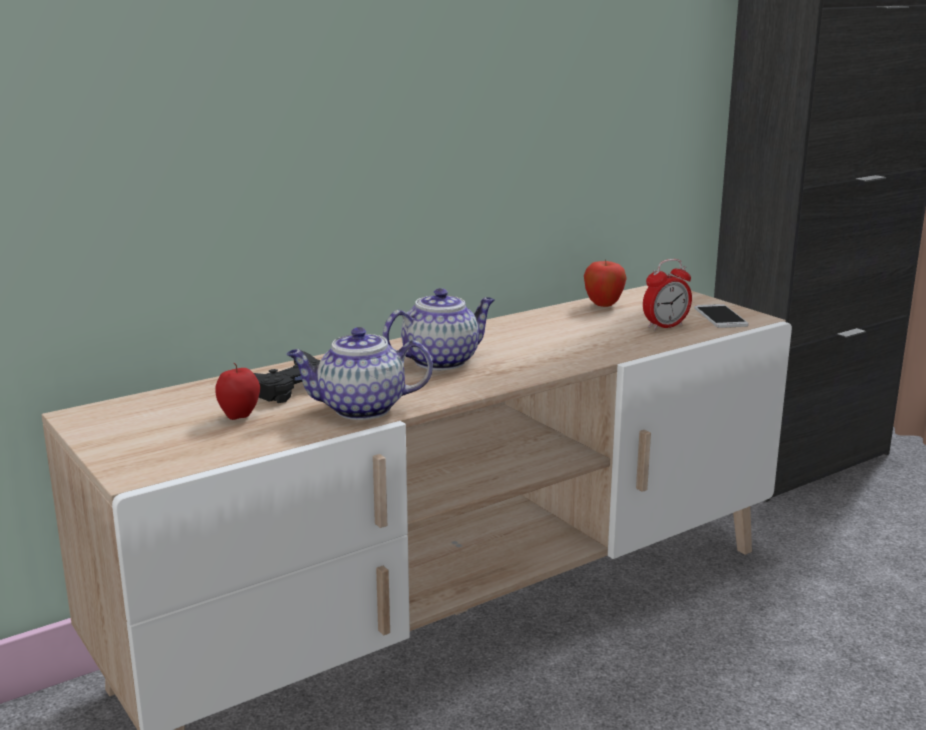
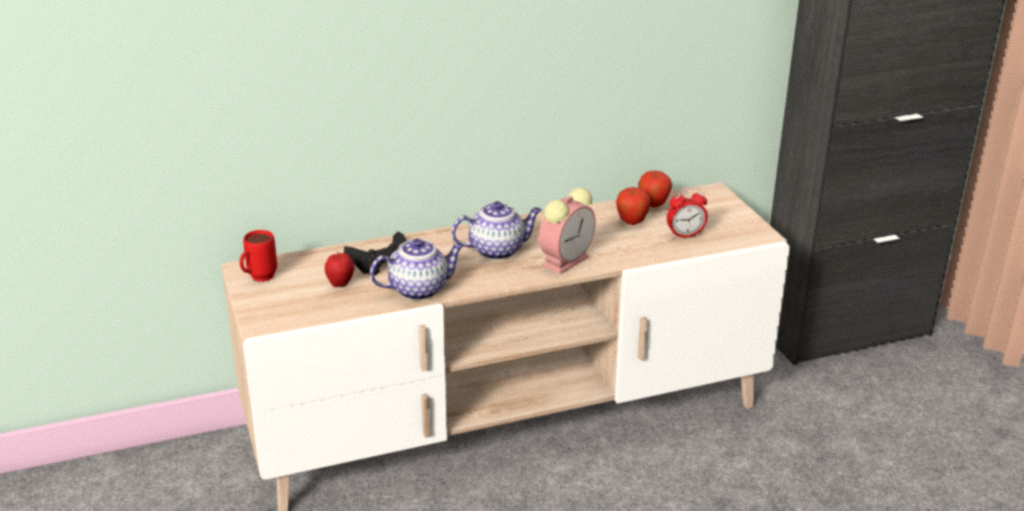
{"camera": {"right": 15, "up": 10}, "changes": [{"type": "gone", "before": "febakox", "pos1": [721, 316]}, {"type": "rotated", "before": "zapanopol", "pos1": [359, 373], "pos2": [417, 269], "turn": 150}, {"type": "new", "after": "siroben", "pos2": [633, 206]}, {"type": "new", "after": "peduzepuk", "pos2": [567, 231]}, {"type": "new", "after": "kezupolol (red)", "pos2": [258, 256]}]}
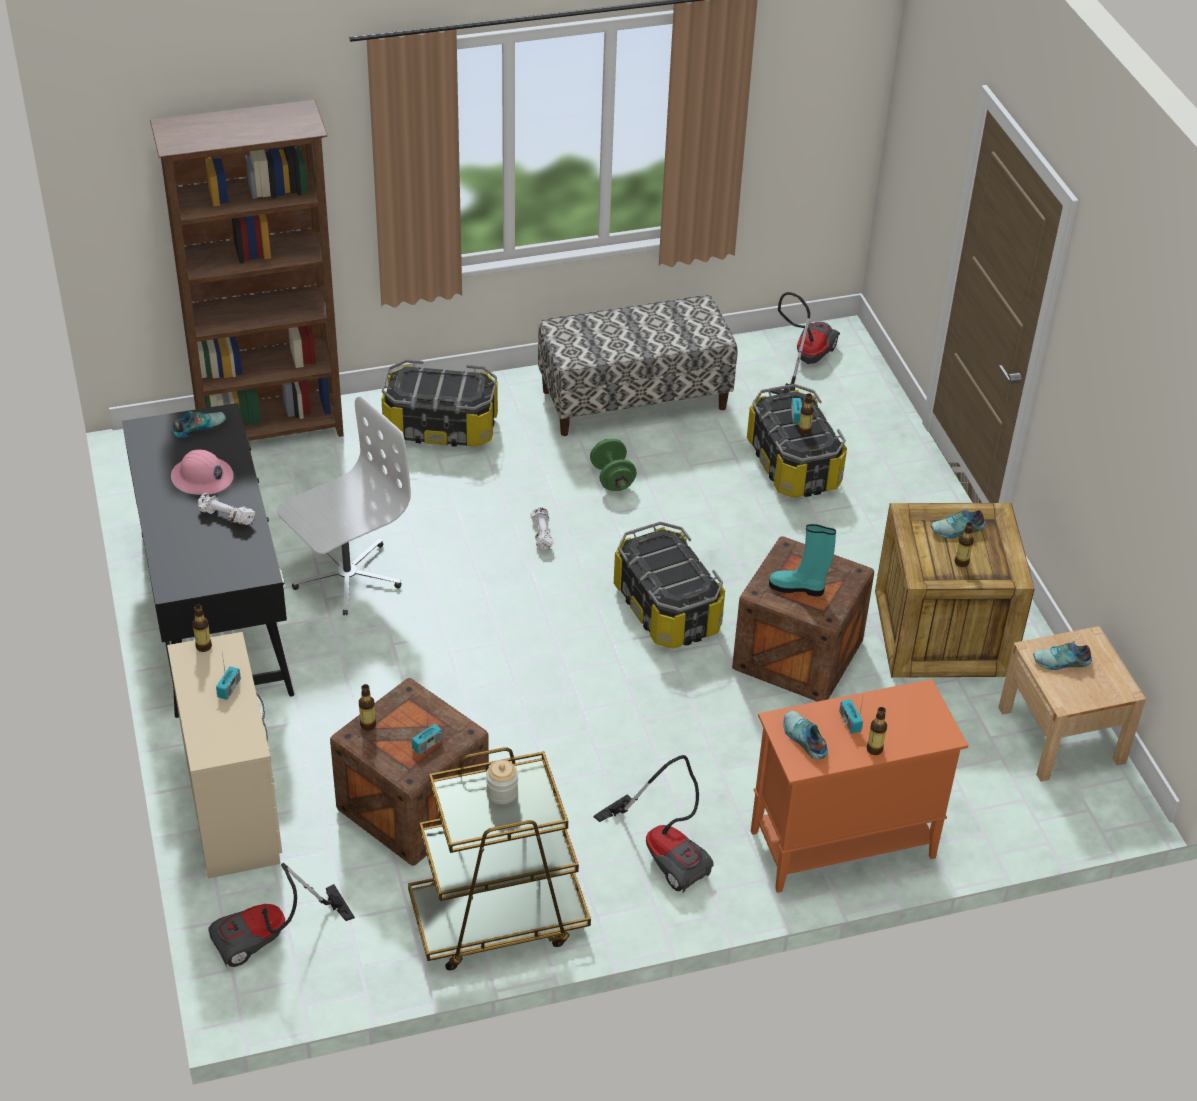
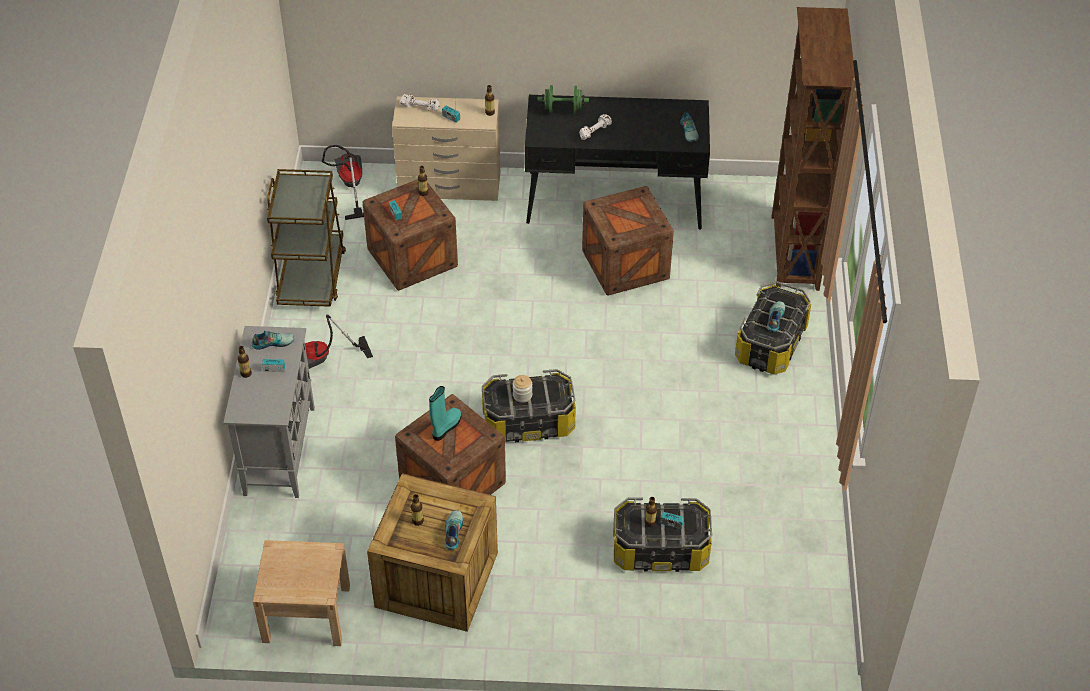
{"camera": {"right": 110, "up": 5}, "changes": [{"type": "gone", "before": "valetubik", "pos1": [805, 343]}, {"type": "gone", "before": "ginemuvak", "pos1": [638, 365]}, {"type": "swapped", "before": "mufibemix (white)", "after": "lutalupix", "pos1": [344, 505], "pos2": [628, 240]}, {"type": "shifted", "before": "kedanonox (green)", "pos1": [613, 465], "pos2": [563, 99]}, {"type": "gone", "before": "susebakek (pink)", "pos1": [202, 472]}, {"type": "shifted", "before": "kedanonox (white)", "pos1": [542, 529], "pos2": [420, 102]}, {"type": "shifted", "before": "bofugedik", "pos1": [1062, 655], "pos2": [776, 316]}, {"type": "repainted", "before": "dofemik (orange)", "after": "dofemik (grey)", "pos1": [859, 786], "pos2": [269, 412]}, {"type": "shifted", "before": "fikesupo", "pos1": [502, 782], "pos2": [522, 389]}]}
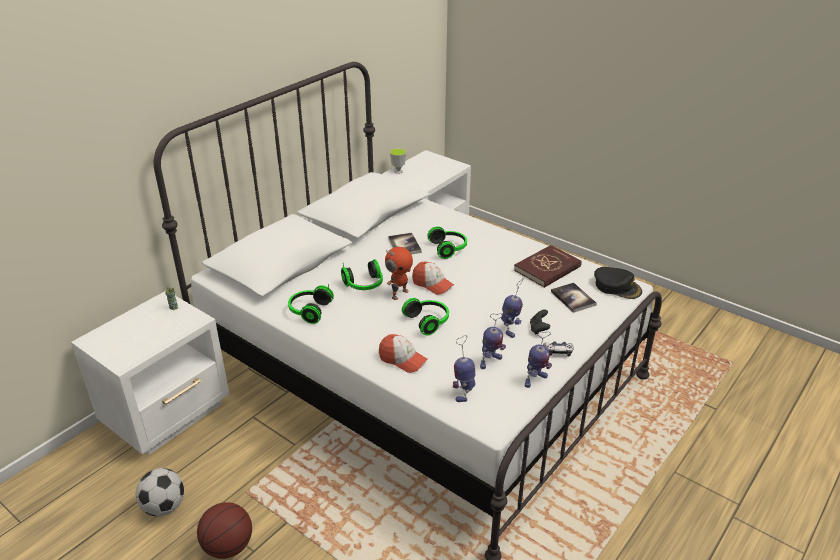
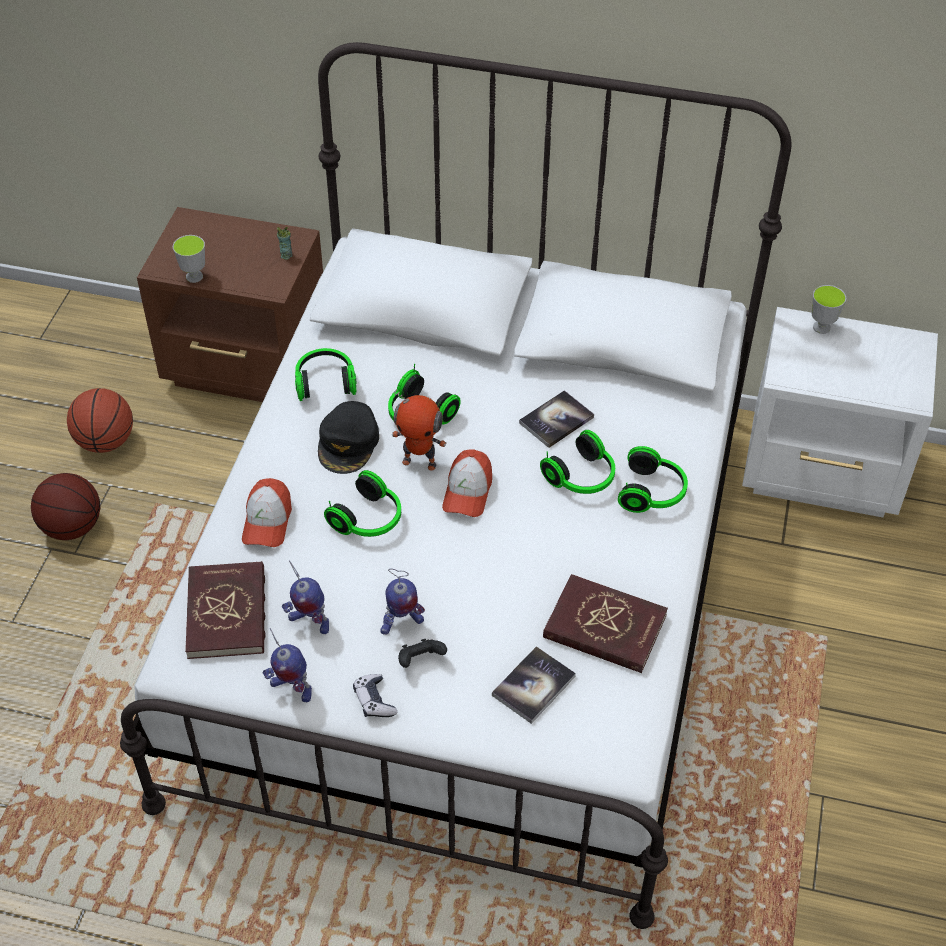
{"camera": {"right": 65, "up": 15}, "changes": [{"type": "shifted", "before": "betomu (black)", "pos1": [618, 283], "pos2": [348, 437]}, {"type": "repainted", "before": "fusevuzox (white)", "after": "fusevuzox (brown)", "pos1": [150, 373], "pos2": [230, 304]}, {"type": "swapped", "before": "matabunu", "after": "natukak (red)", "pos1": [464, 368], "pos2": [225, 610]}, {"type": "swapped", "before": "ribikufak", "after": "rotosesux", "pos1": [160, 492], "pos2": [100, 420]}, {"type": "new", "after": "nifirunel", "pos2": [189, 259]}, {"type": "new", "after": "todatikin", "pos2": [653, 479]}]}
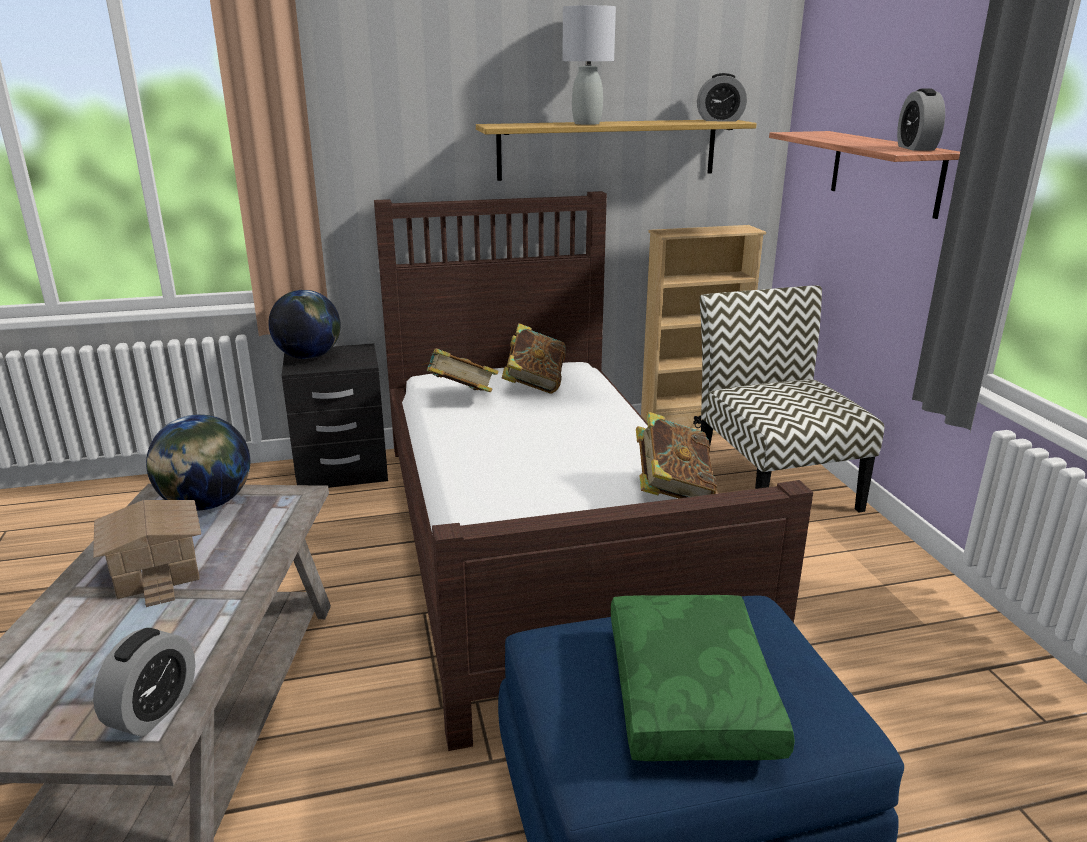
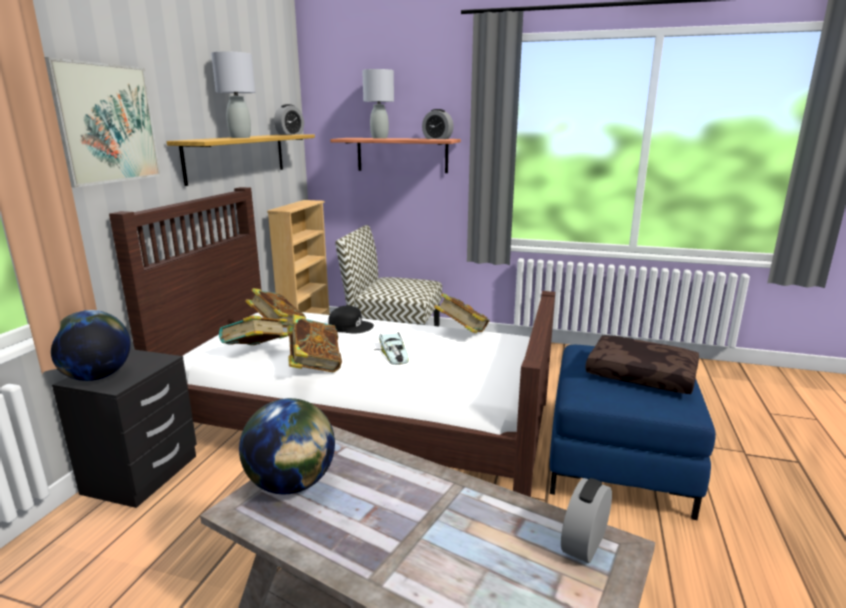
{"camera": {"right": -60, "up": -5}, "changes": [{"type": "gone", "before": "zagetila", "pos1": [147, 553]}, {"type": "repainted", "before": "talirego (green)", "after": "talirego (brown)", "pos1": [703, 678], "pos2": [642, 364]}, {"type": "rotated", "before": "peduzepuk", "pos1": [144, 682], "pos2": [586, 520], "turn": -105}, {"type": "new", "after": "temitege", "pos2": [103, 122]}, {"type": "new", "after": "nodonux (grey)", "pos2": [378, 104]}, {"type": "new", "after": "betomu (black)", "pos2": [351, 320]}, {"type": "new", "after": "natukak", "pos2": [314, 343]}, {"type": "new", "after": "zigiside", "pos2": [391, 349]}]}
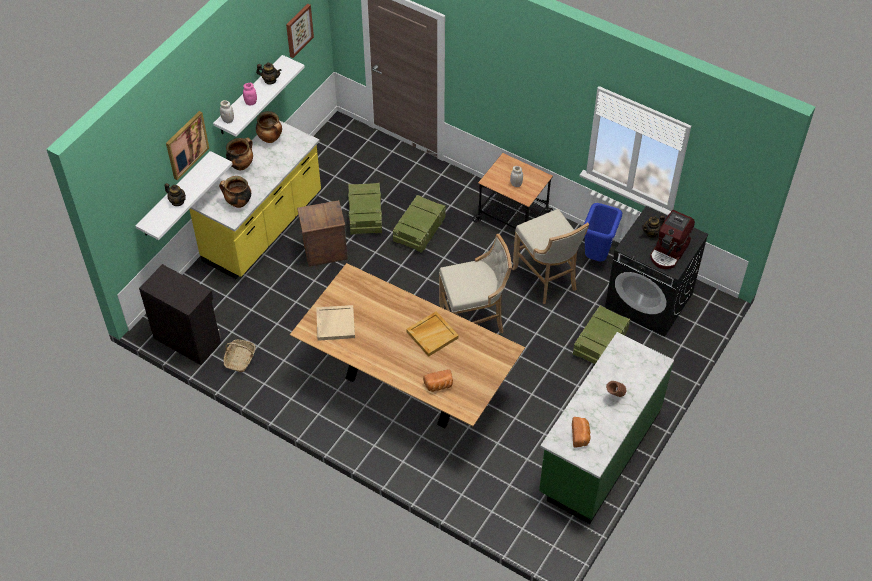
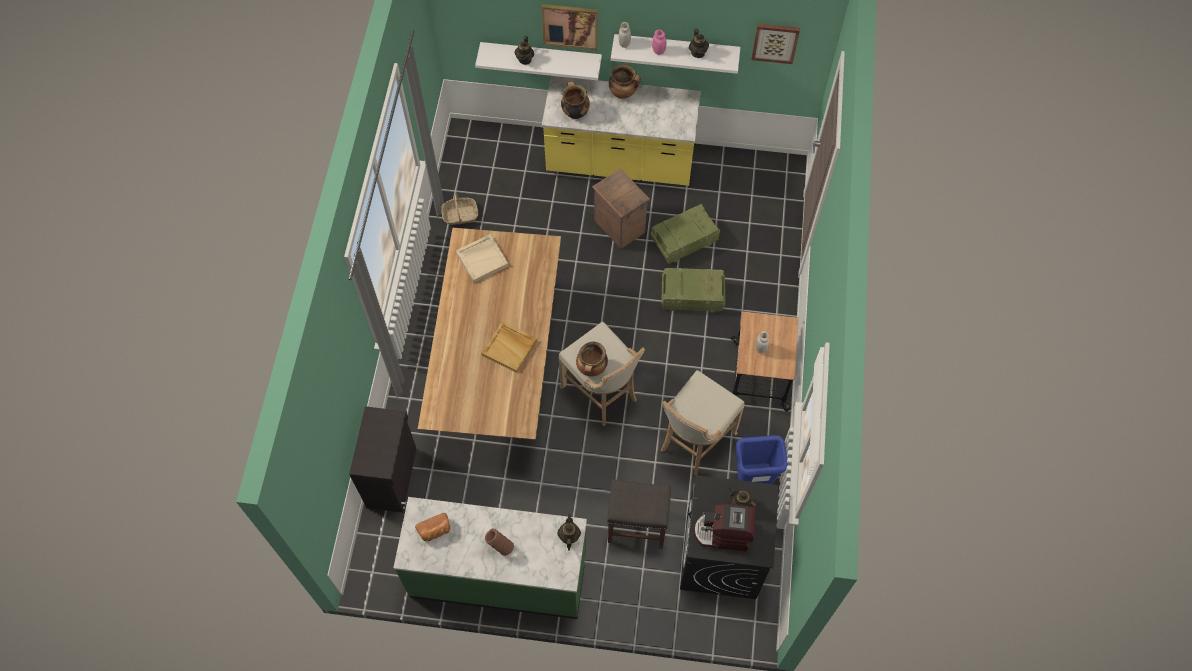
{"camera": {"right": 65, "up": 10}, "changes": [{"type": "shifted", "before": "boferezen", "pos1": [269, 127], "pos2": [592, 359]}, {"type": "shifted", "before": "dofemik (black)", "pos1": [180, 314], "pos2": [383, 459]}, {"type": "swapped", "before": "lutalupix", "after": "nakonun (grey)", "pos1": [601, 334], "pos2": [639, 514]}, {"type": "gone", "before": "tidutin", "pos1": [438, 380]}, {"type": "new", "after": "zapanopol", "pos2": [569, 532]}]}
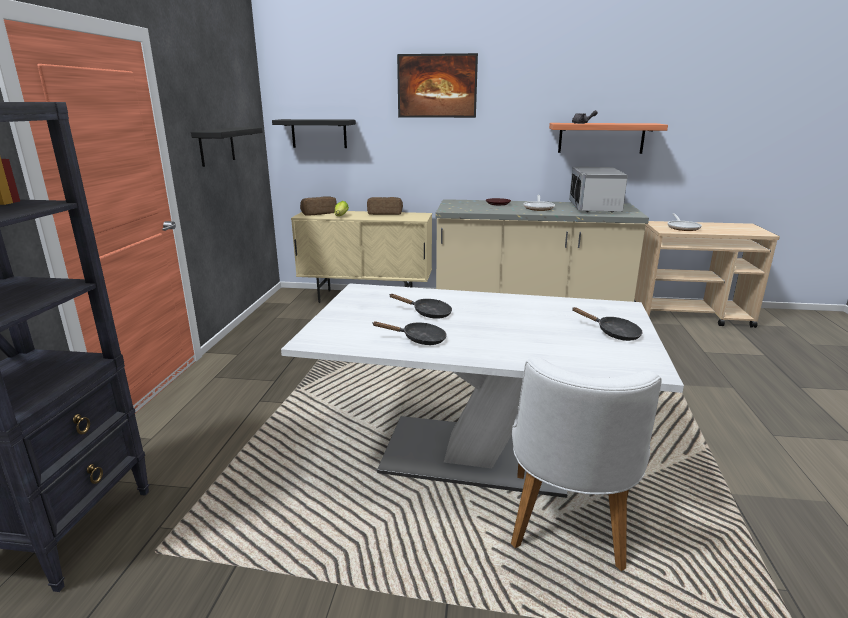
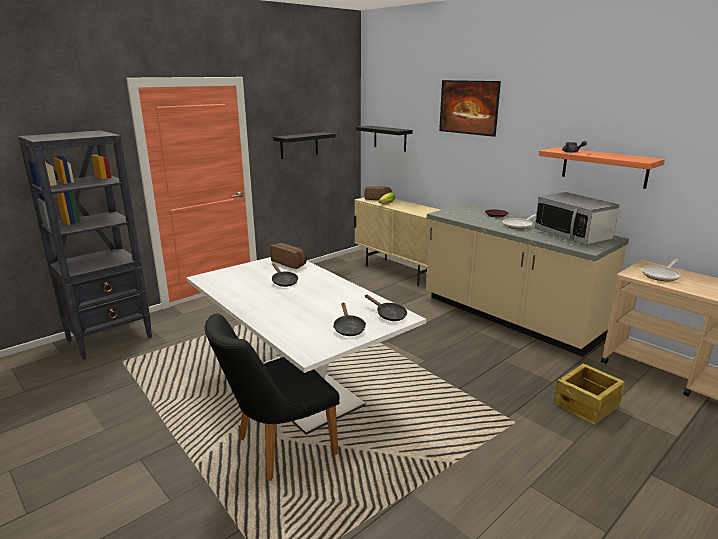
{"camera": {"right": 40, "up": 0}, "changes": [{"type": "rotated", "before": "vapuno", "pos1": [598, 190], "pos2": [576, 218], "turn": -75}, {"type": "shifted", "before": "tidutin", "pos1": [385, 206], "pos2": [288, 256]}, {"type": "shifted", "before": "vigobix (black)", "pos1": [410, 333], "pos2": [386, 308]}, {"type": "repainted", "before": "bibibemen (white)", "after": "bibibemen (black)", "pos1": [586, 464], "pos2": [272, 397]}, {"type": "new", "after": "lutalupix", "pos2": [589, 394]}]}
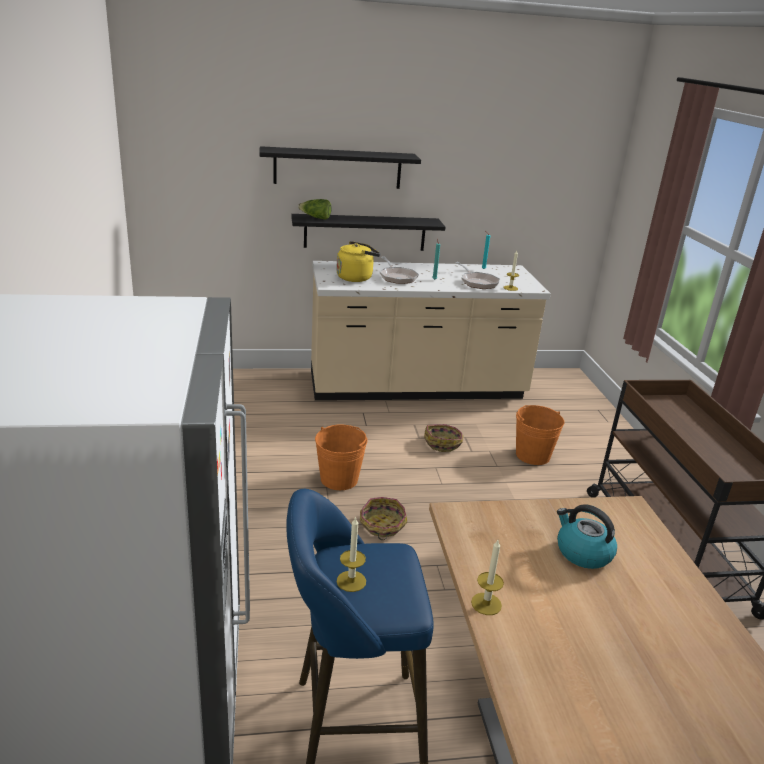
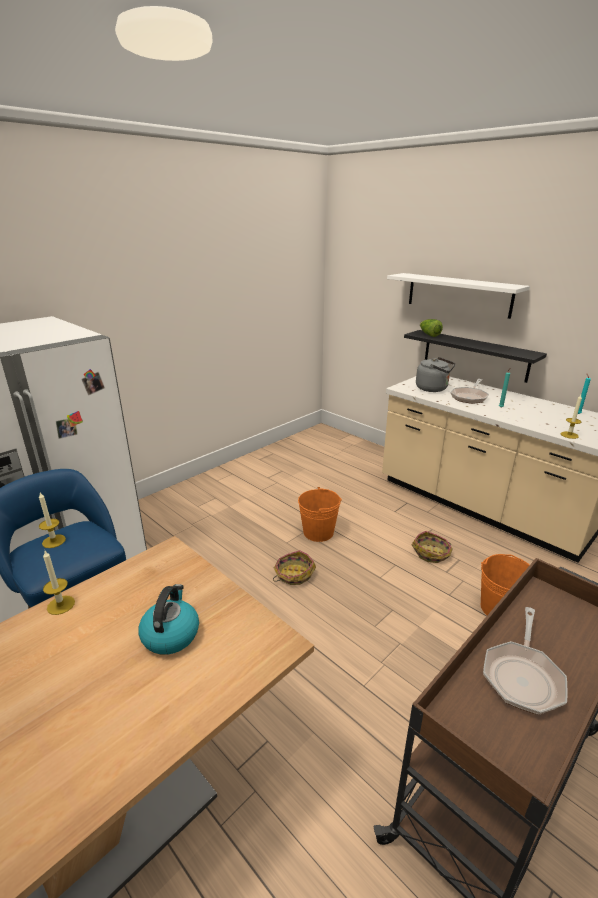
{"camera": {"right": 55, "up": 0}, "changes": [{"type": "repainted", "before": "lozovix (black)", "after": "lozovix (white)", "pos1": [340, 167], "pos2": [458, 296]}, {"type": "repainted", "before": "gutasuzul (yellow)", "after": "gutasuzul (grey)", "pos1": [358, 261], "pos2": [436, 374]}, {"type": "shifted", "before": "vigobix", "pos1": [477, 275], "pos2": [525, 660]}]}
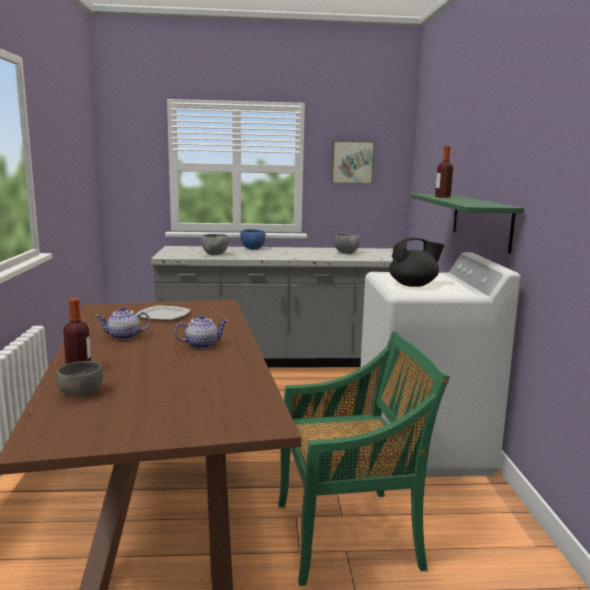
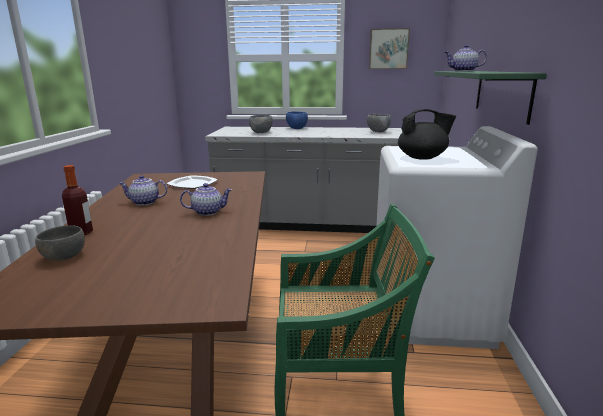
{"camera": {"right": 10, "up": 5}, "changes": [{"type": "swapped", "before": "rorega", "after": "zapanopol", "pos1": [444, 172], "pos2": [465, 58]}]}
